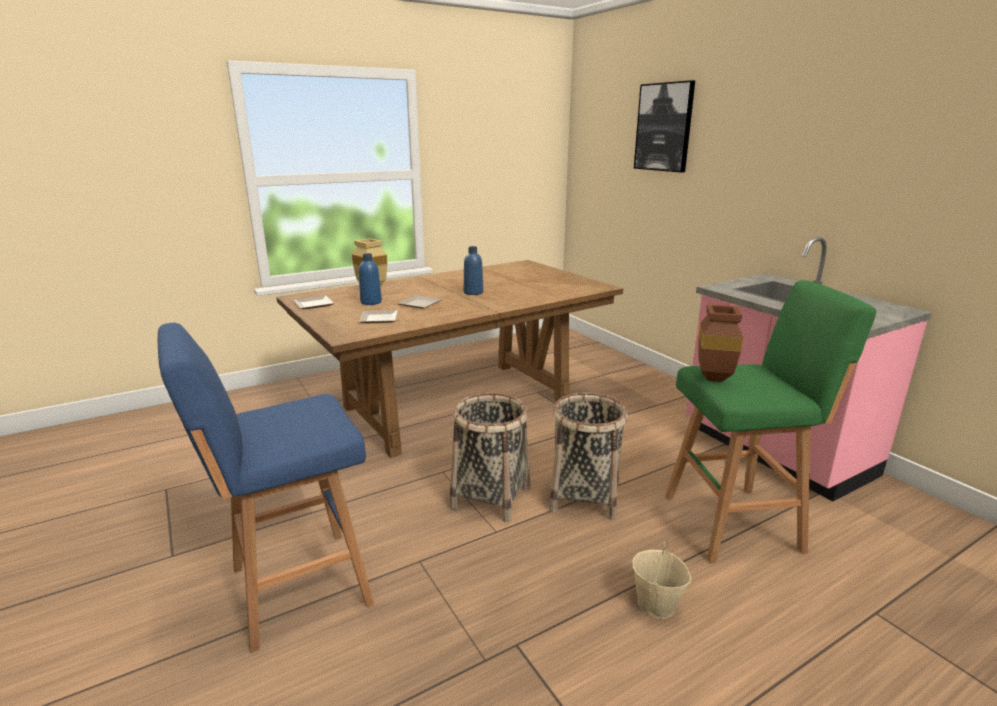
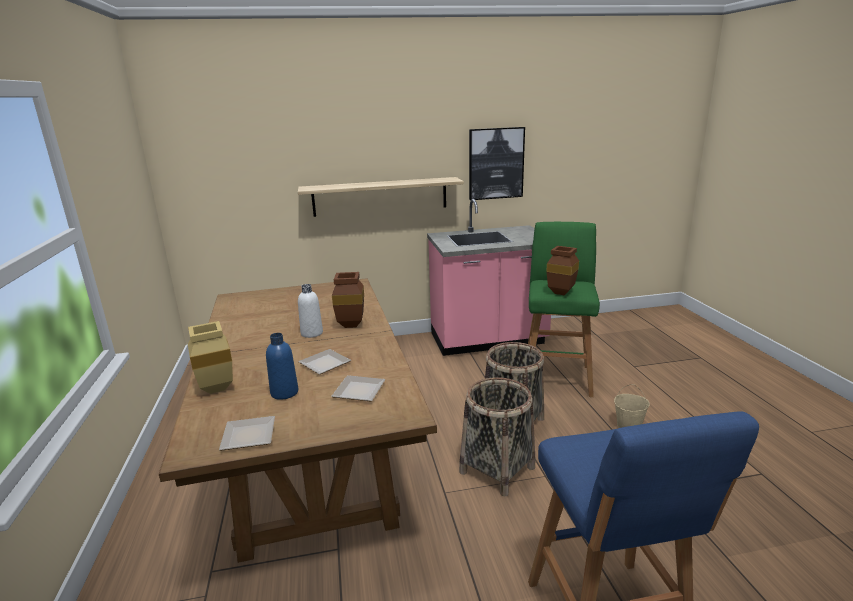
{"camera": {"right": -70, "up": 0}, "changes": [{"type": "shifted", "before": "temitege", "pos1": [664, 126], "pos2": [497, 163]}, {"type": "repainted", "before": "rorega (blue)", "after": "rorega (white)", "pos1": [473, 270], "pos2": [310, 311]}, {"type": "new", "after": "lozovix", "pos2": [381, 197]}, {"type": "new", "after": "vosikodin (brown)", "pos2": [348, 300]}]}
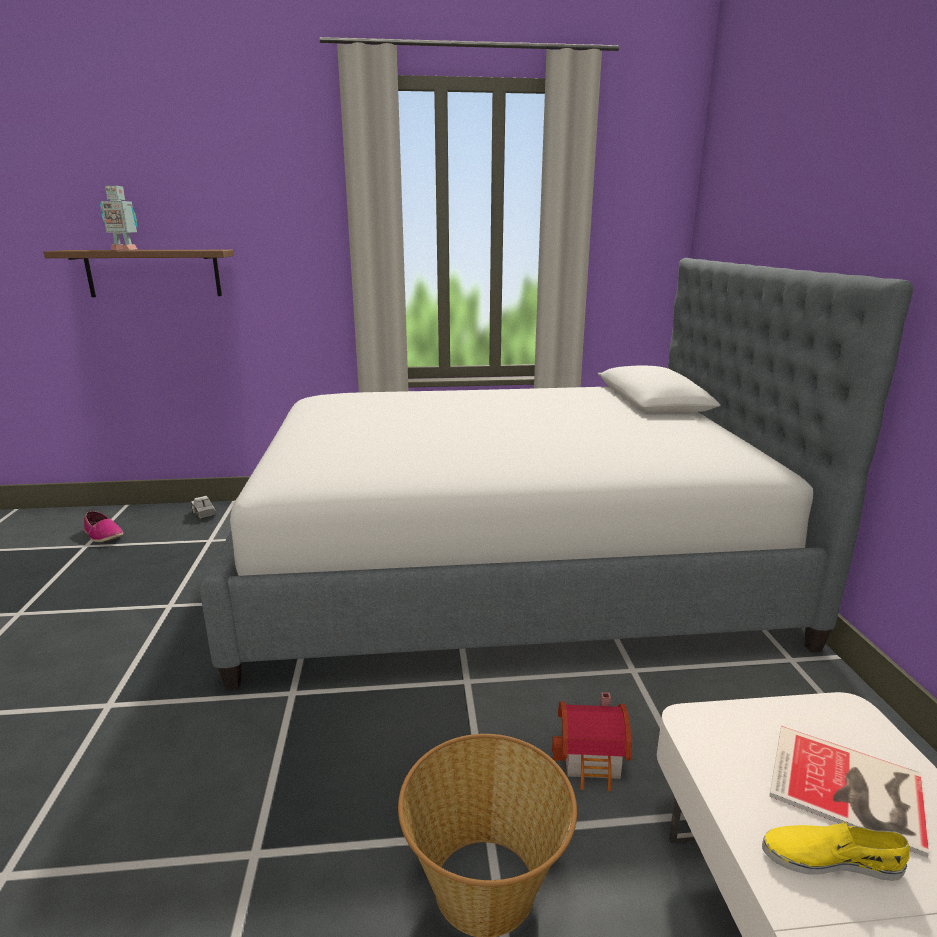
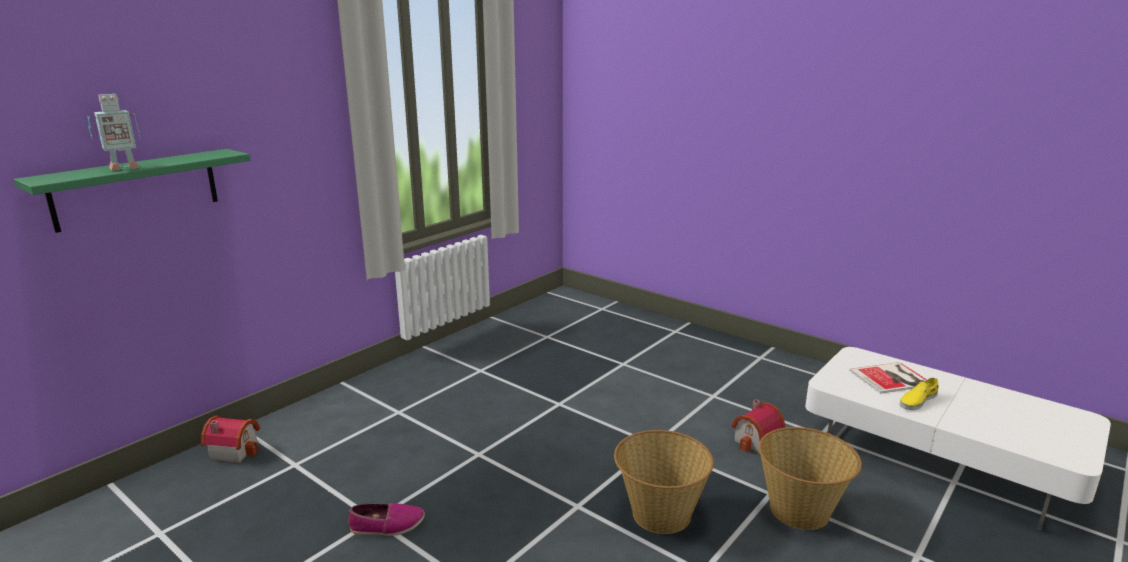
{"camera": {"right": -45, "up": 0}, "changes": [{"type": "repainted", "before": "lozovix (brown)", "after": "lozovix (green)", "pos1": [138, 273], "pos2": [132, 191]}, {"type": "gone", "before": "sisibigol", "pos1": [556, 474]}, {"type": "swapped", "before": "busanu", "after": "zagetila", "pos1": [203, 508], "pos2": [230, 439]}, {"type": "shifted", "before": "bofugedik", "pos1": [103, 526], "pos2": [386, 519]}, {"type": "new", "after": "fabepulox", "pos2": [664, 482]}]}
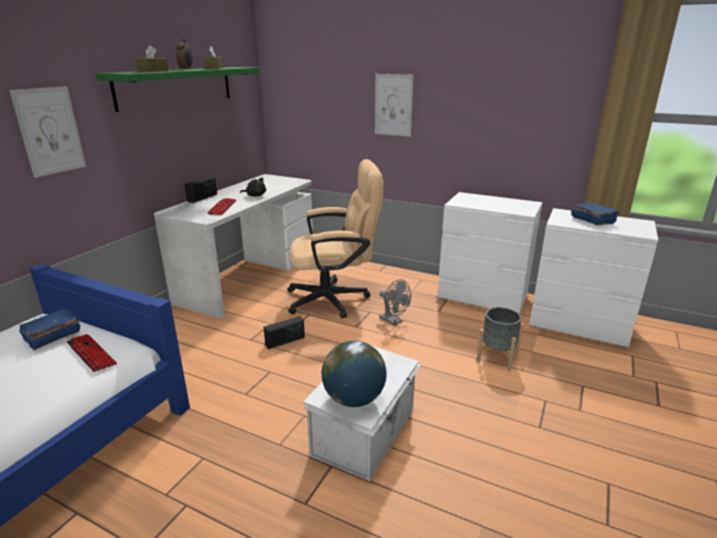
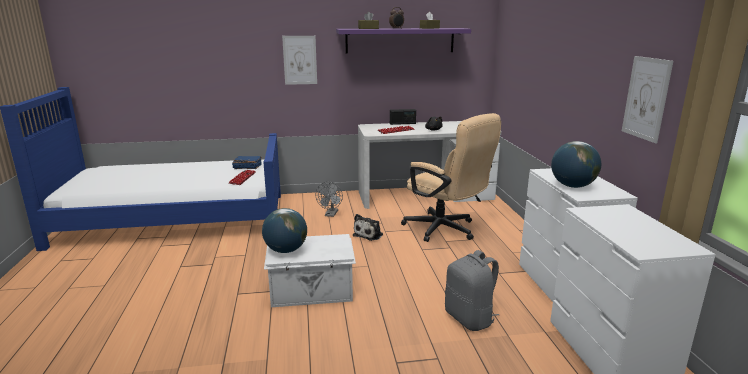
{"camera": {"right": 55, "up": -5}, "changes": [{"type": "repainted", "before": "lozovix (green)", "after": "lozovix (purple)", "pos1": [177, 89], "pos2": [403, 41]}, {"type": "shifted", "before": "temitege", "pos1": [394, 105], "pos2": [647, 99]}, {"type": "gone", "before": "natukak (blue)", "pos1": [595, 214]}, {"type": "shifted", "before": "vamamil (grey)", "pos1": [395, 302], "pos2": [329, 199]}, {"type": "swapped", "before": "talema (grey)", "after": "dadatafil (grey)", "pos1": [500, 339], "pos2": [472, 290]}, {"type": "swapped", "before": "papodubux", "after": "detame", "pos1": [284, 332], "pos2": [368, 227]}, {"type": "new", "after": "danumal", "pos2": [576, 164]}]}
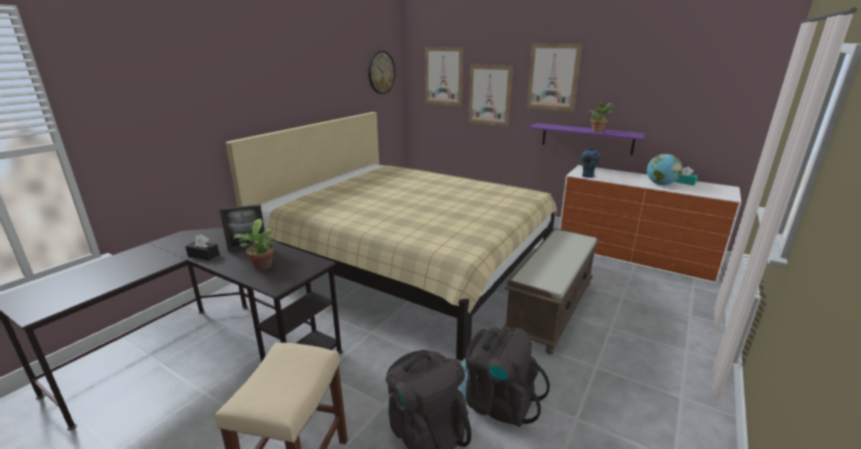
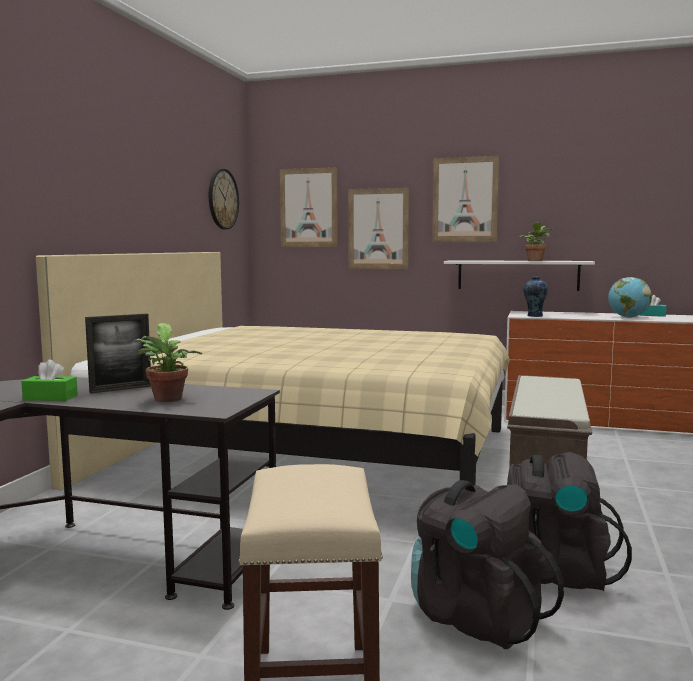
{"camera": {"right": -15, "up": -15}, "changes": [{"type": "repainted", "before": "lozovix (purple)", "after": "lozovix (white)", "pos1": [587, 139], "pos2": [519, 275]}, {"type": "repainted", "before": "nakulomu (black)", "after": "nakulomu (green)", "pos1": [202, 247], "pos2": [49, 380]}]}
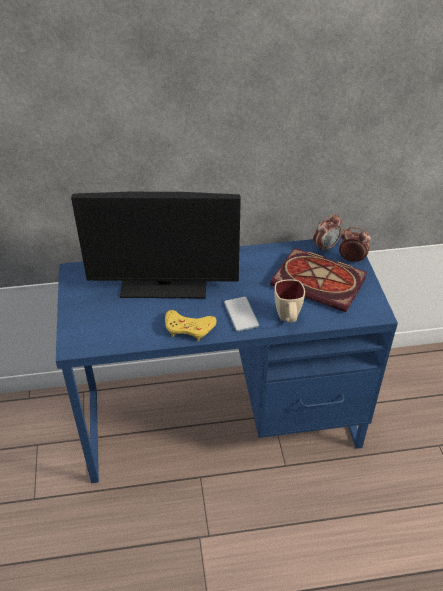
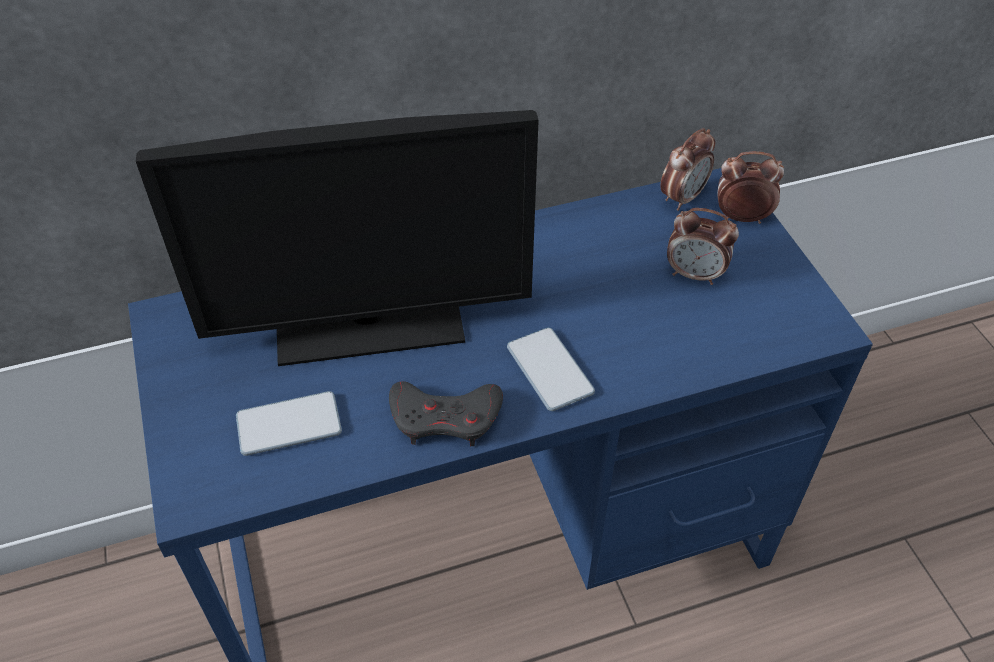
{"camera": {"right": -10, "up": 5}, "changes": [{"type": "swapped", "before": "natukak", "after": "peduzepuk", "pos1": [318, 280], "pos2": [703, 246]}, {"type": "gone", "before": "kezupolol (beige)", "pos1": [289, 301]}, {"type": "repainted", "before": "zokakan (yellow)", "after": "zokakan (grey)", "pos1": [191, 325], "pos2": [446, 414]}, {"type": "new", "after": "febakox", "pos2": [289, 423]}]}
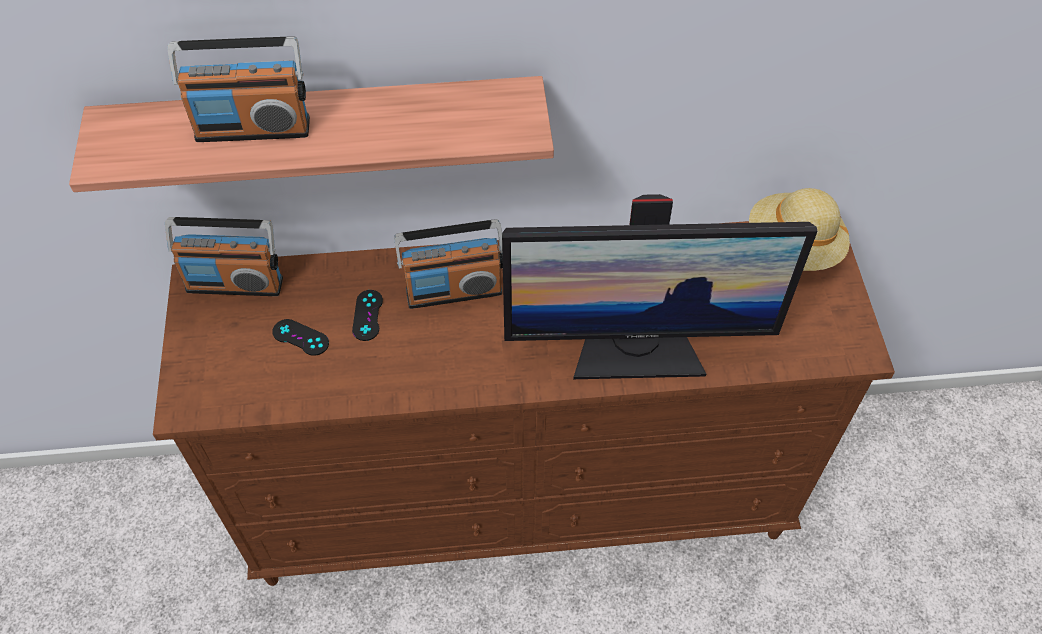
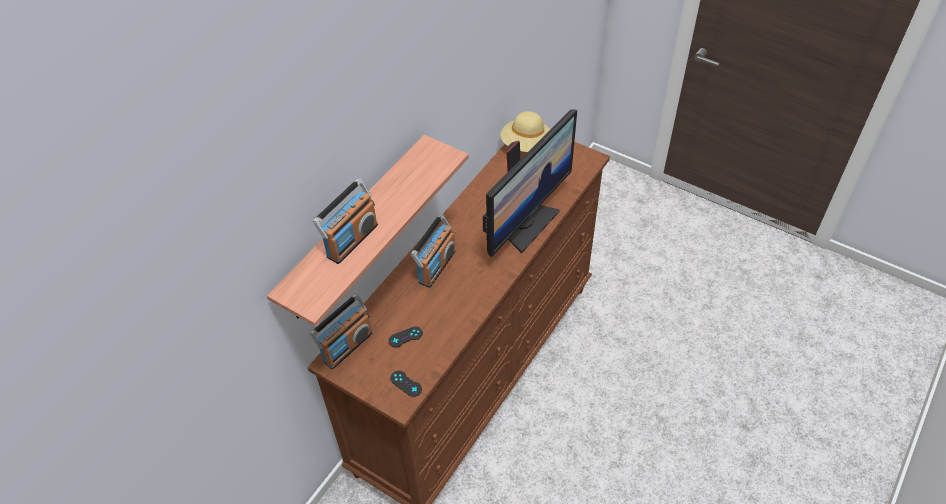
{"camera": {"right": -50, "up": -5}, "changes": [{"type": "shifted", "before": "zokakan (black)", "pos1": [367, 315], "pos2": [406, 384]}]}
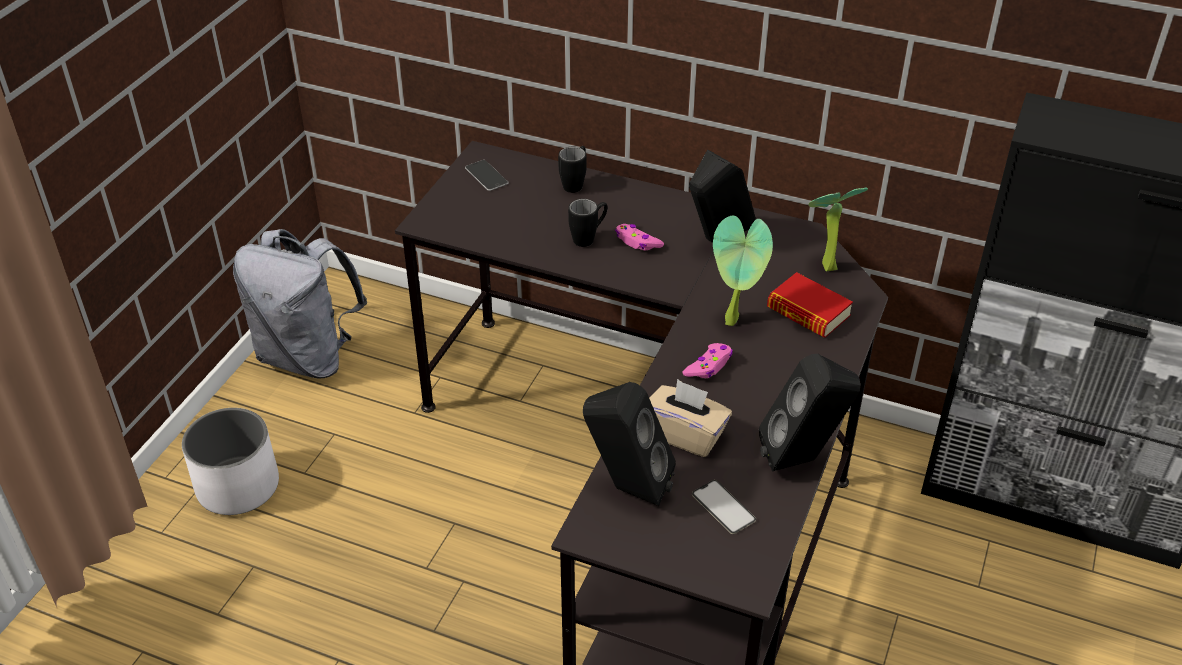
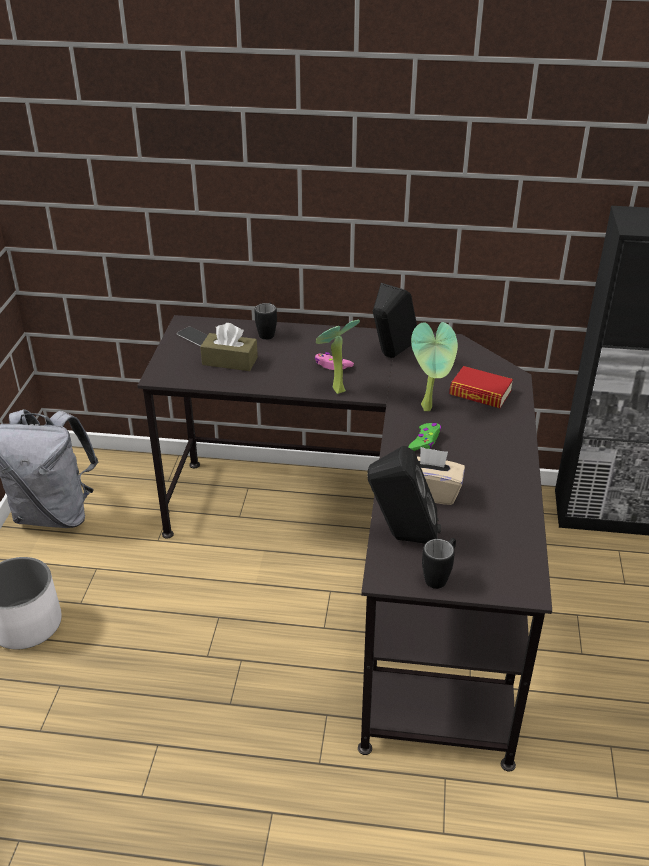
{"camera": {"right": -15, "up": -5}, "changes": [{"type": "shifted", "before": "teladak", "pos1": [838, 229], "pos2": [338, 357]}, {"type": "shifted", "before": "kezupolol (black)", "pos1": [588, 223], "pos2": [439, 563]}, {"type": "repainted", "before": "zokakan (pink)", "after": "zokakan (green)", "pos1": [708, 360], "pos2": [424, 437]}, {"type": "gone", "before": "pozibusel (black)", "pos1": [810, 413]}, {"type": "gone", "before": "febakox", "pos1": [724, 507]}, {"type": "new", "after": "nakulomu (brown)", "pos2": [229, 347]}]}
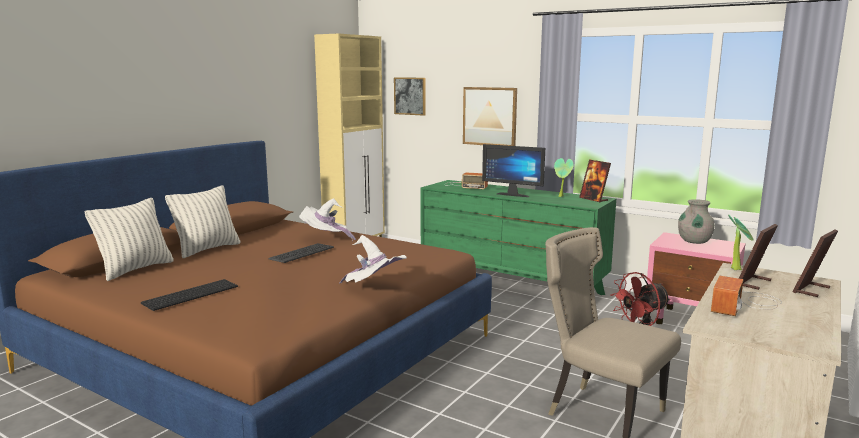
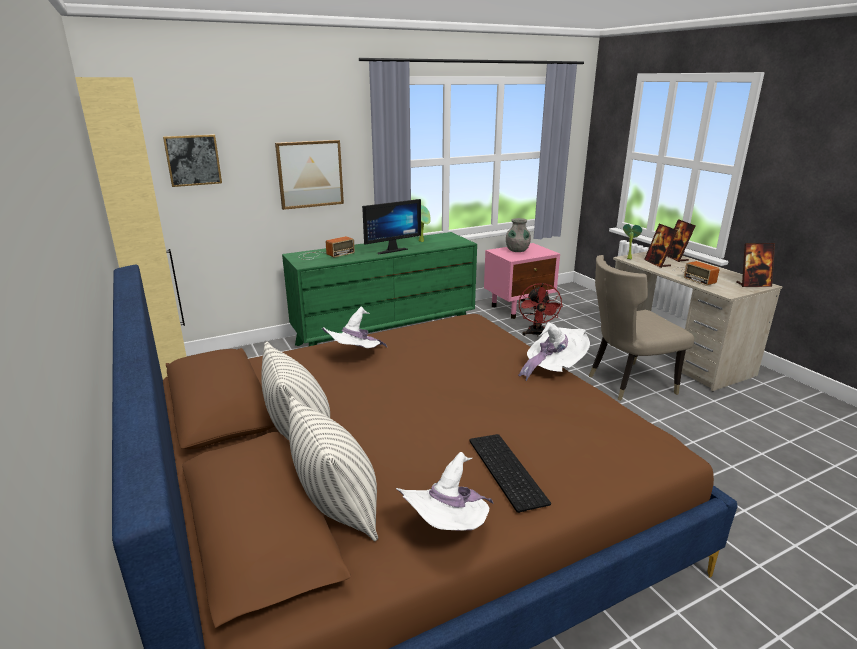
{"camera": {"right": -60, "up": 10}, "changes": [{"type": "shifted", "before": "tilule", "pos1": [595, 181], "pos2": [755, 265]}, {"type": "gone", "before": "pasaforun", "pos1": [301, 253]}, {"type": "new", "after": "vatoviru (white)", "pos2": [445, 491]}]}
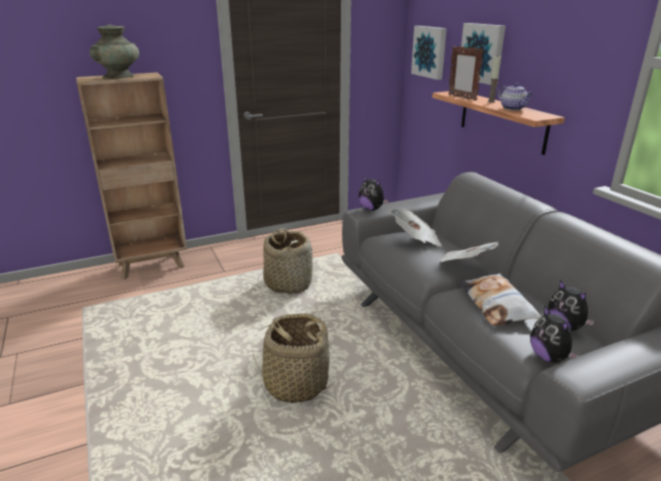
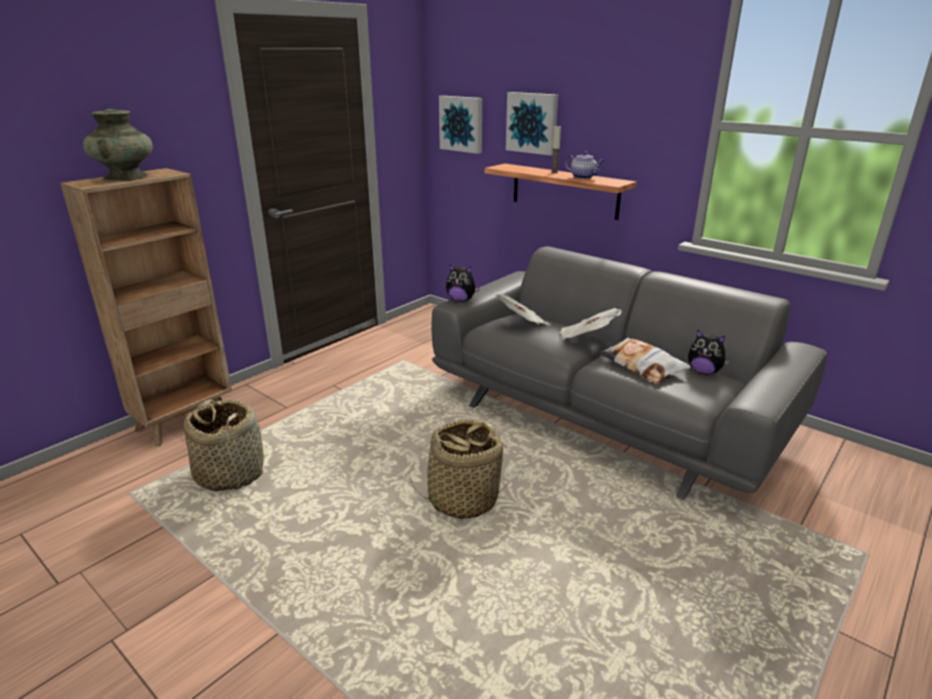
{"camera": {"right": -25, "up": 0}, "changes": [{"type": "gone", "before": "tilule", "pos1": [466, 73]}, {"type": "shifted", "before": "fabepulox", "pos1": [288, 261], "pos2": [224, 445]}, {"type": "gone", "before": "detame", "pos1": [554, 334]}]}
